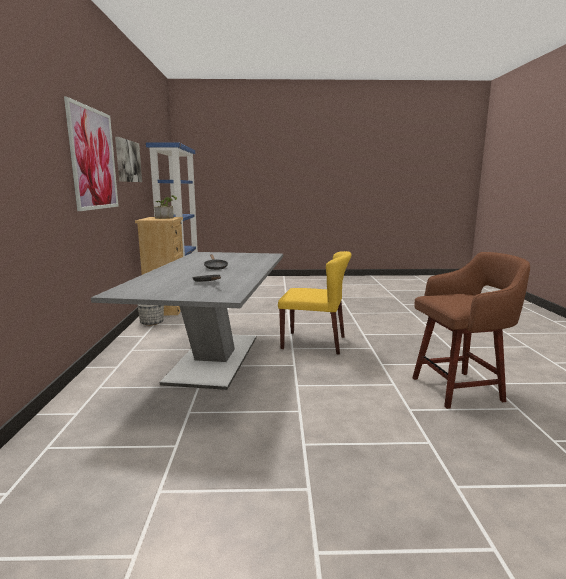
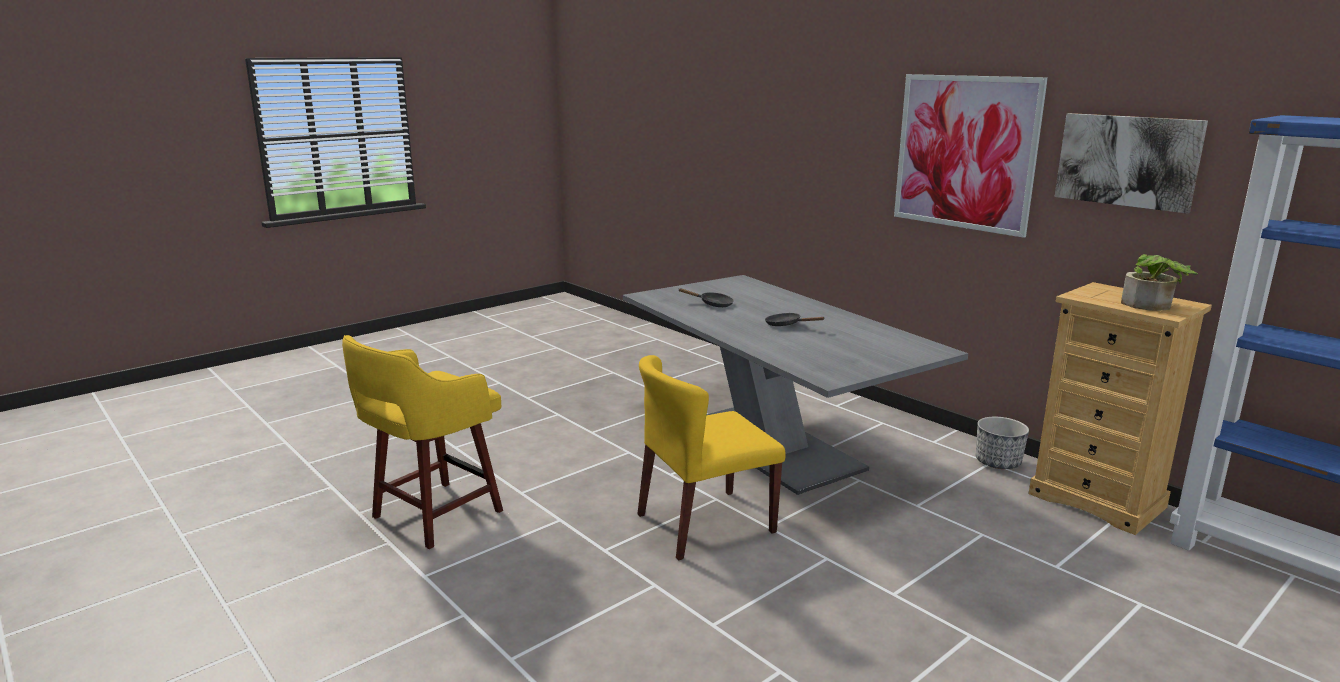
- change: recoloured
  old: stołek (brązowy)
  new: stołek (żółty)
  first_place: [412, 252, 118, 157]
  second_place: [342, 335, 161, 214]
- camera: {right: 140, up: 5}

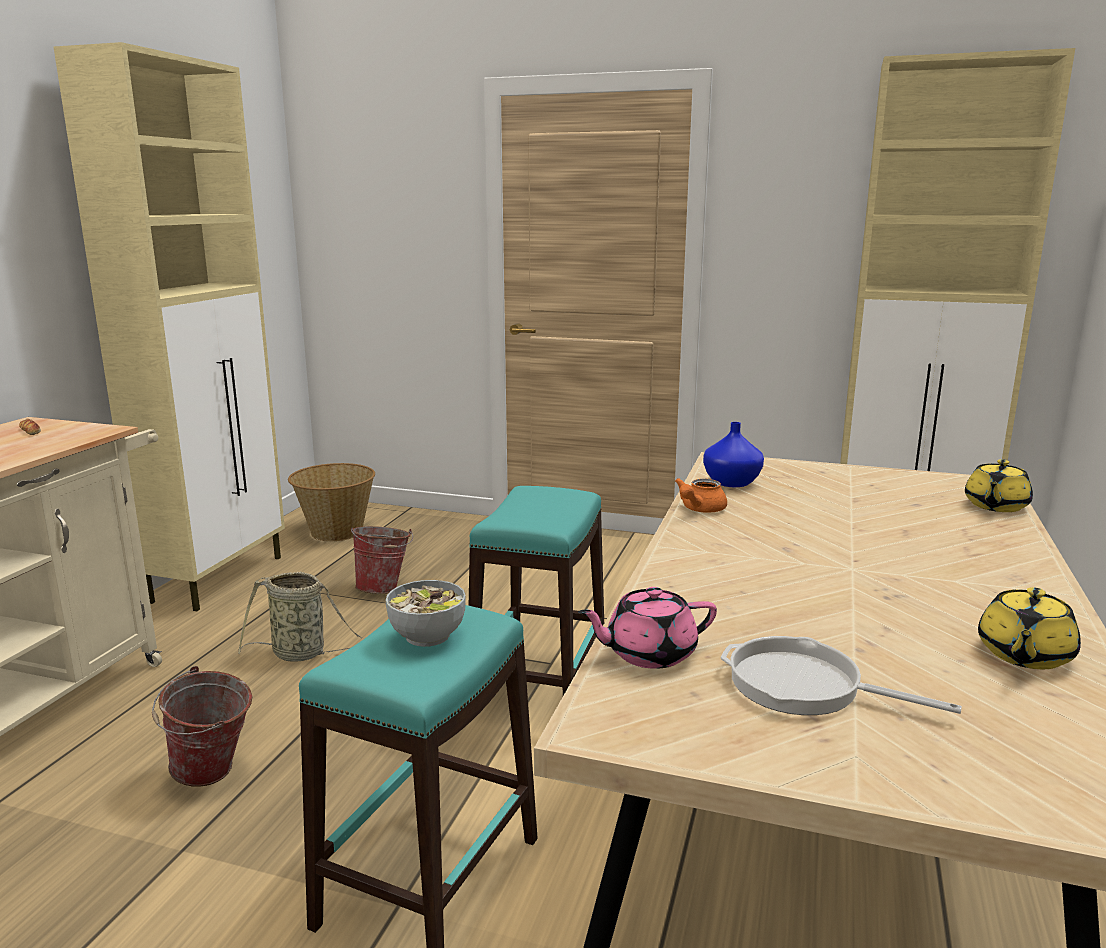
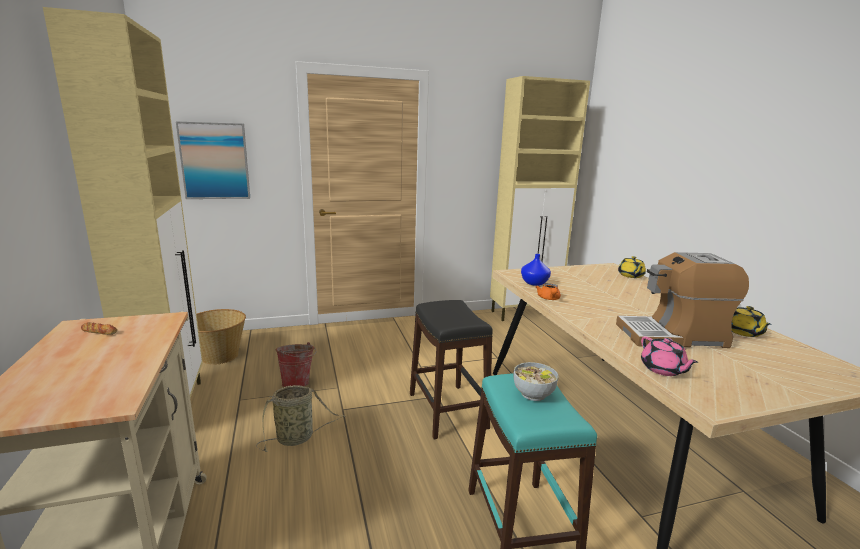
- change: recoloured
  old: stołek (turkusowy)
  new: stołek (czarny)
  first_place: [469, 486, 135, 210]
  second_place: [410, 300, 83, 139]
- change: turned
  old: imbryk (różowy)
  first_place: [578, 587, 139, 82]
  second_place: [641, 336, 58, 40]
  degrees: -60
- change: removed
  old: patelnia
  first_place: [720, 636, 242, 79]
- change: removed
  old: wiadro
  first_place: [152, 666, 100, 121]
- change: added
  new: obraz
  second_place: [176, 121, 74, 78]
- change: added
  new: ekspres do kawy
  second_place: [616, 252, 133, 96]
- camera: {right: -35, up: 0}

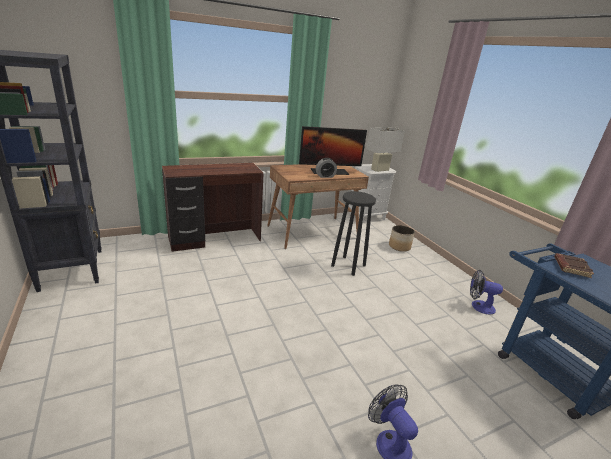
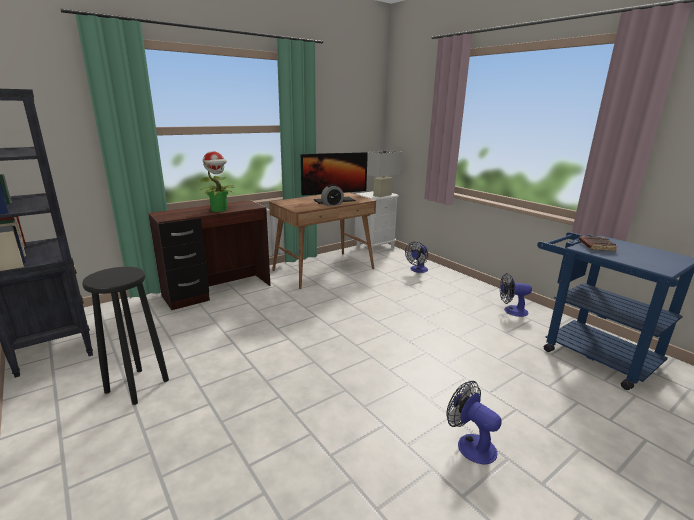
- change: moved
  old: stołek (czarny)
  first_place: [331, 191, 45, 85]
  second_place: [82, 267, 87, 138]
- change: replaced
  old: donica
  new: wentylator
  first_place: [389, 225, 26, 27]
  second_place: [405, 242, 23, 31]
- change: added
  new: roślina doniczkowa
  second_place: [198, 151, 36, 61]
- camera: {right: -10, up: -5}

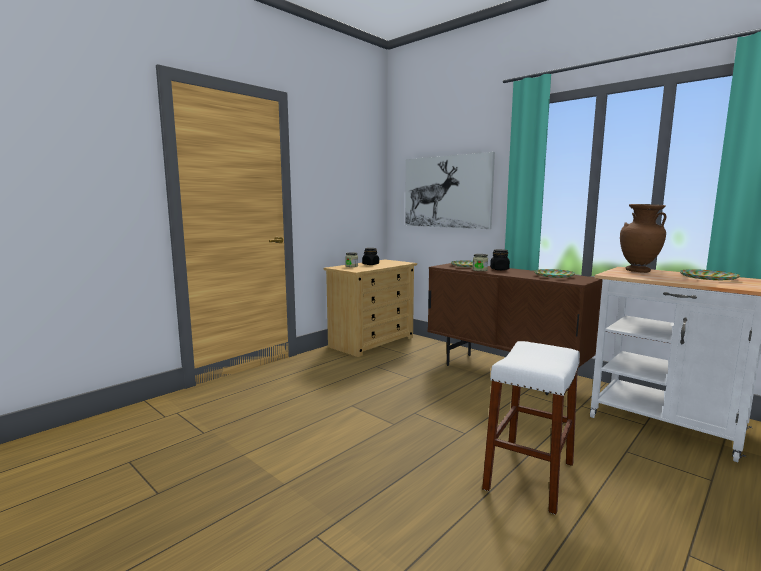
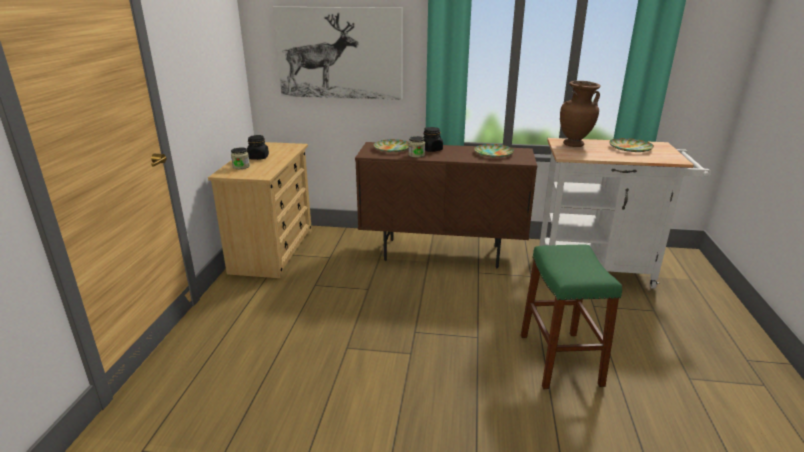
- change: recoloured
  old: stołek (biały)
  new: stołek (zielony)
  first_place: [482, 341, 98, 174]
  second_place: [521, 244, 101, 145]
- camera: {right: -35, up: 15}

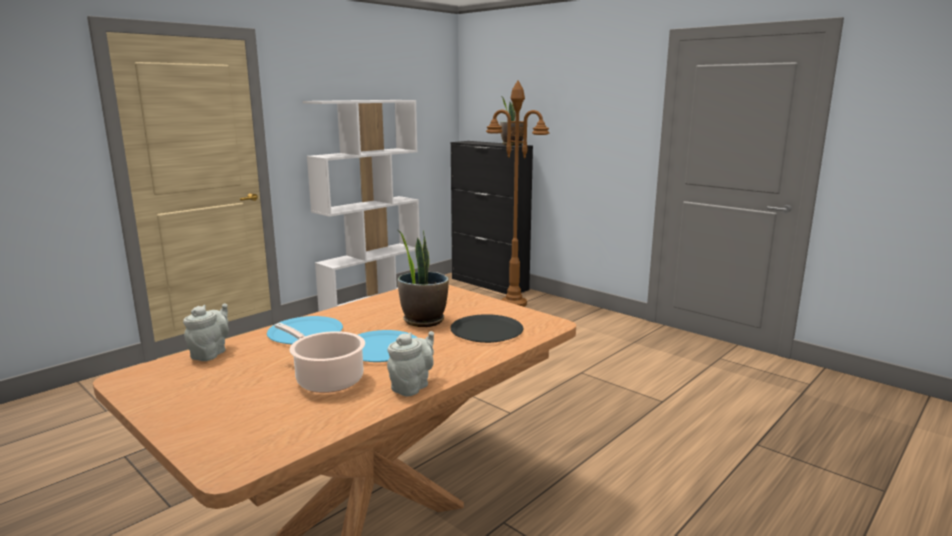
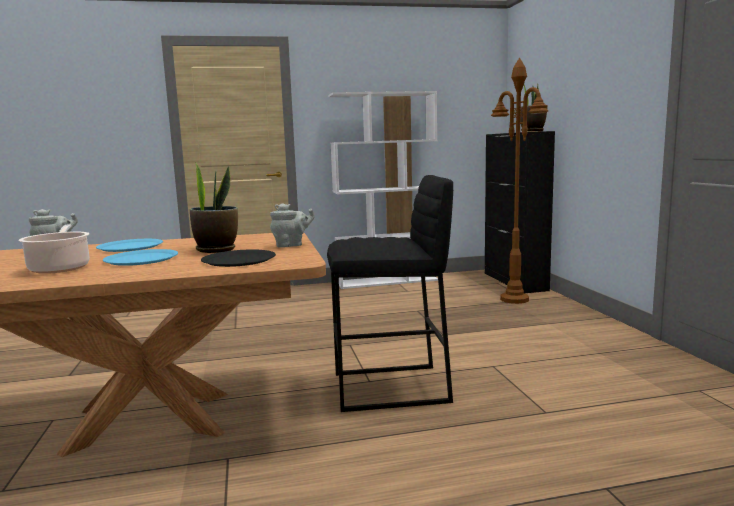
- change: moved
  old: imbryk (szary)
  first_place: [387, 331, 47, 66]
  second_place: [270, 203, 44, 45]
- change: added
  new: stołek (czarny)
  second_place: [327, 175, 126, 237]
- camera: {right: 35, up: -5}

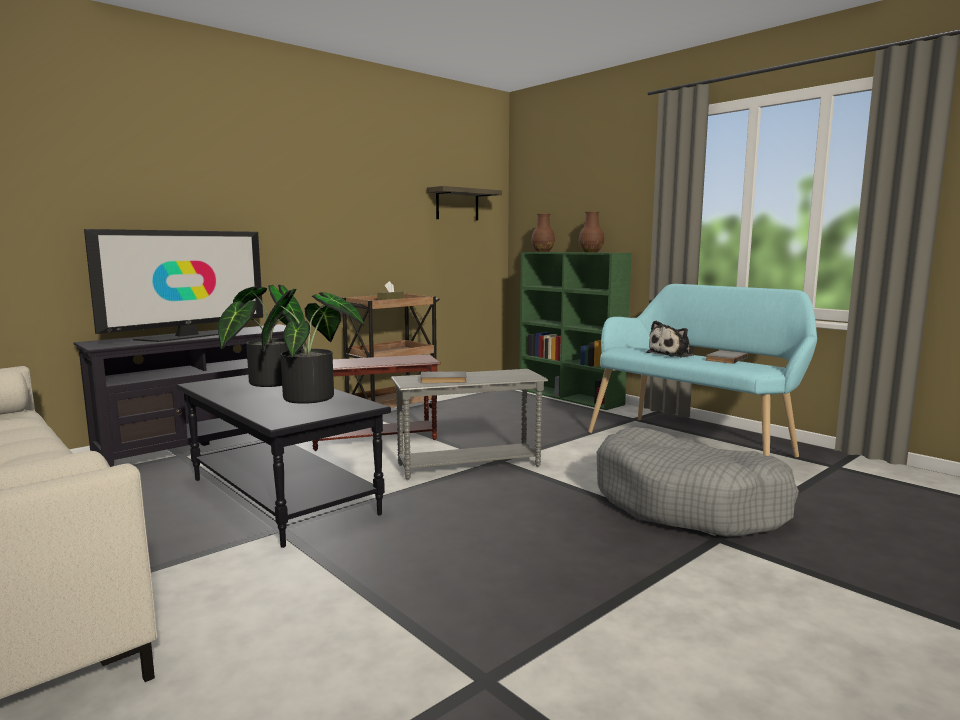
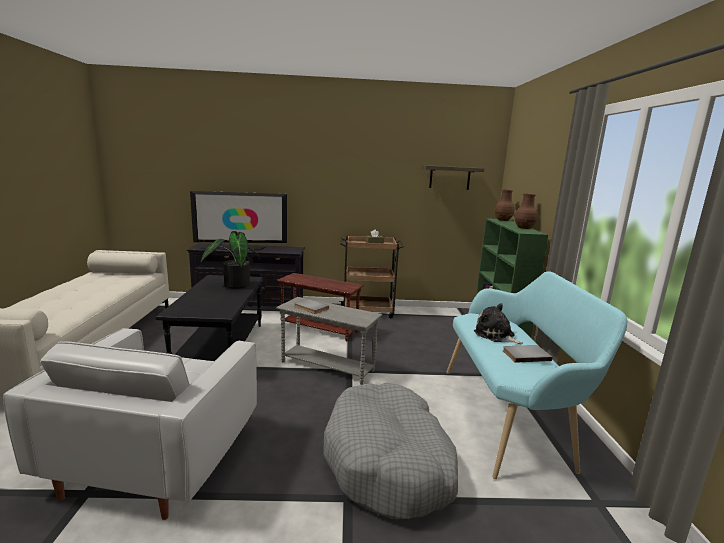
- change: removed
  old: roślina doniczkowa
  first_place: [261, 289, 104, 115]
- change: turned
  old: pluszak
  first_place: [646, 321, 48, 37]
  second_place: [474, 303, 49, 41]
  degrees: 45
- change: added
  new: fotel (biały)
  second_place: [3, 328, 254, 192]
- camera: {right: 40, up: 5}

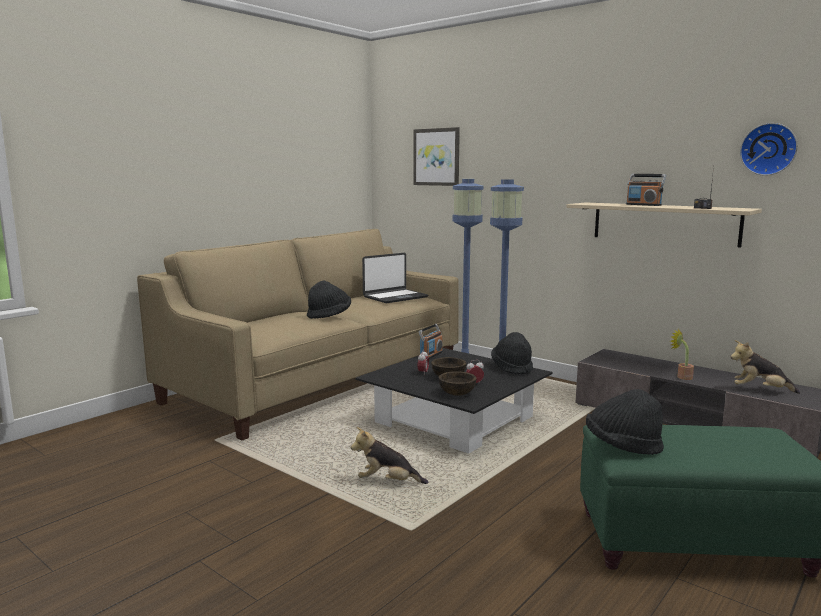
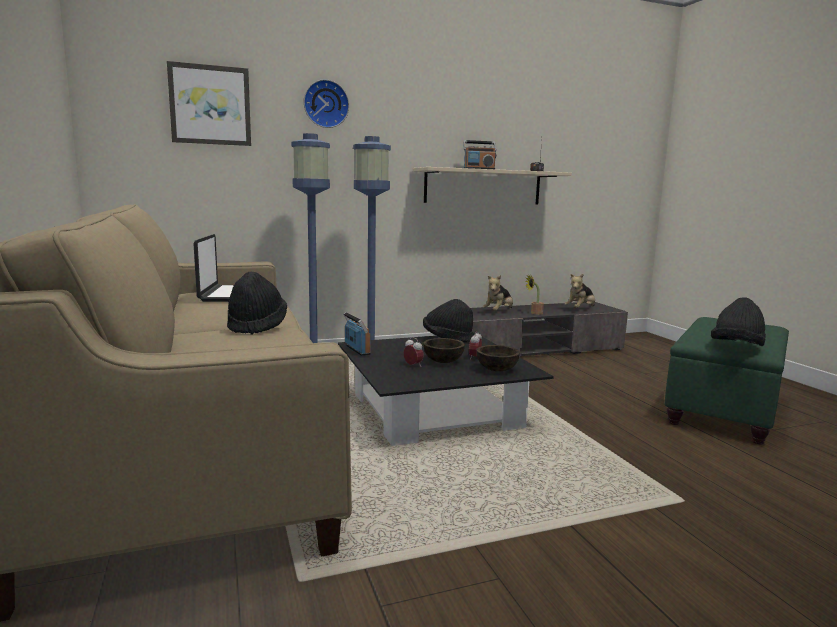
- change: moved
  old: zegar ścienny
  first_place: [740, 123, 58, 53]
  second_place: [304, 79, 45, 49]
- change: moved
  old: pluszak
  first_place: [351, 427, 78, 57]
  second_place: [482, 275, 31, 36]
- camera: {right: -60, up: 0}

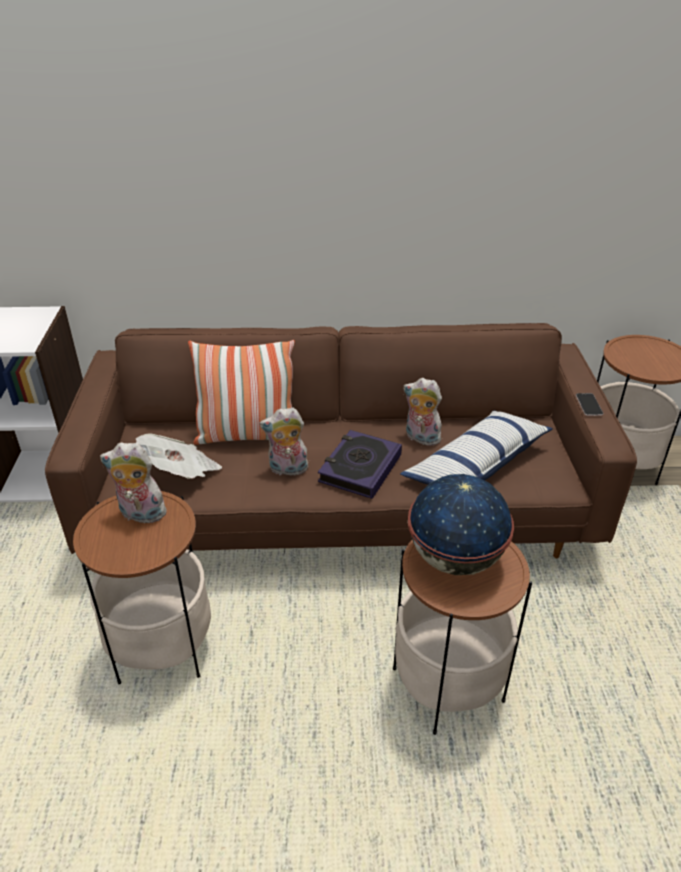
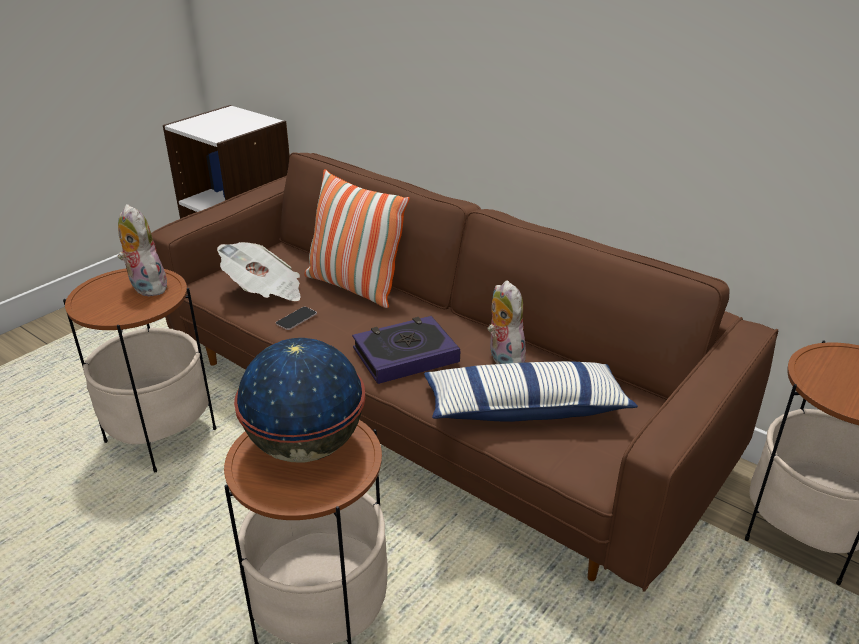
- change: moved
  old: telefon
  first_place: [576, 393, 27, 23]
  second_place: [276, 307, 41, 23]
- change: removed
  old: pluszak
  first_place: [259, 407, 50, 71]
- camera: {right: 40, up: -5}

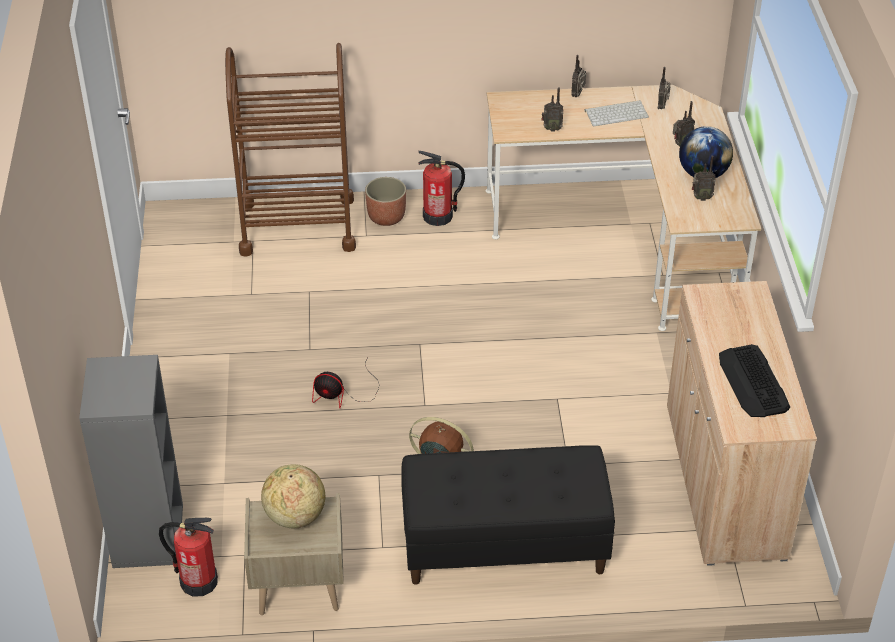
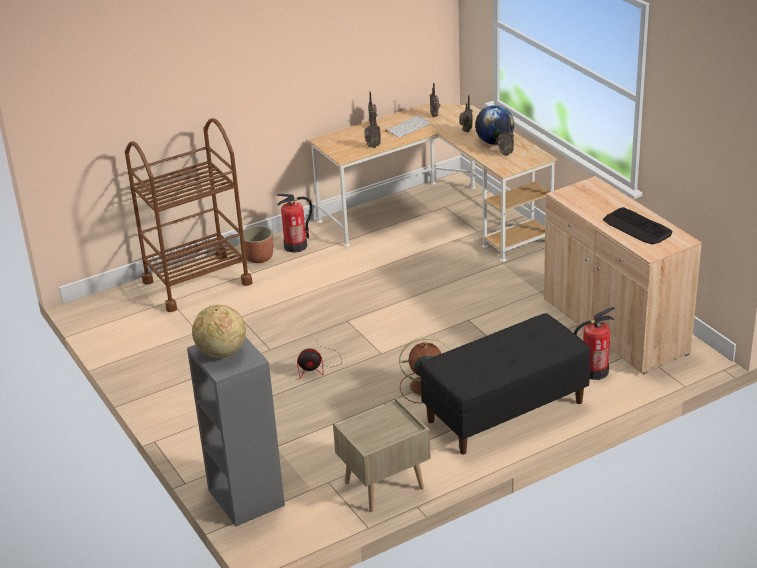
- change: moved
  old: globus
  first_place: [261, 464, 64, 64]
  second_place: [192, 305, 54, 53]
- change: moved
  old: gaśnica
  first_place: [159, 518, 59, 79]
  second_place: [574, 307, 40, 73]
- camera: {right: -25, up: -10}

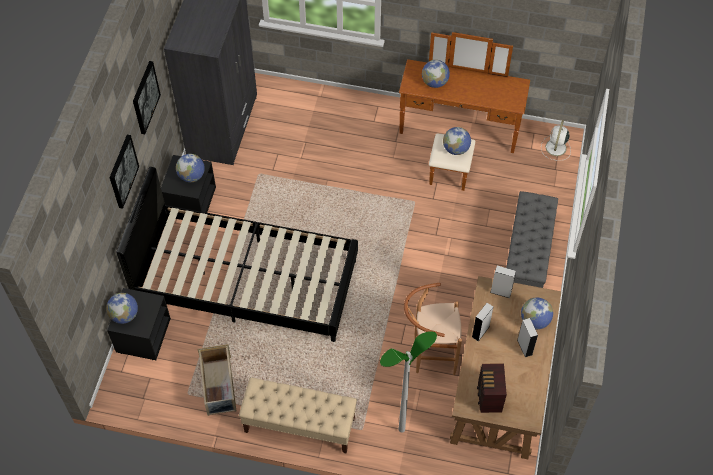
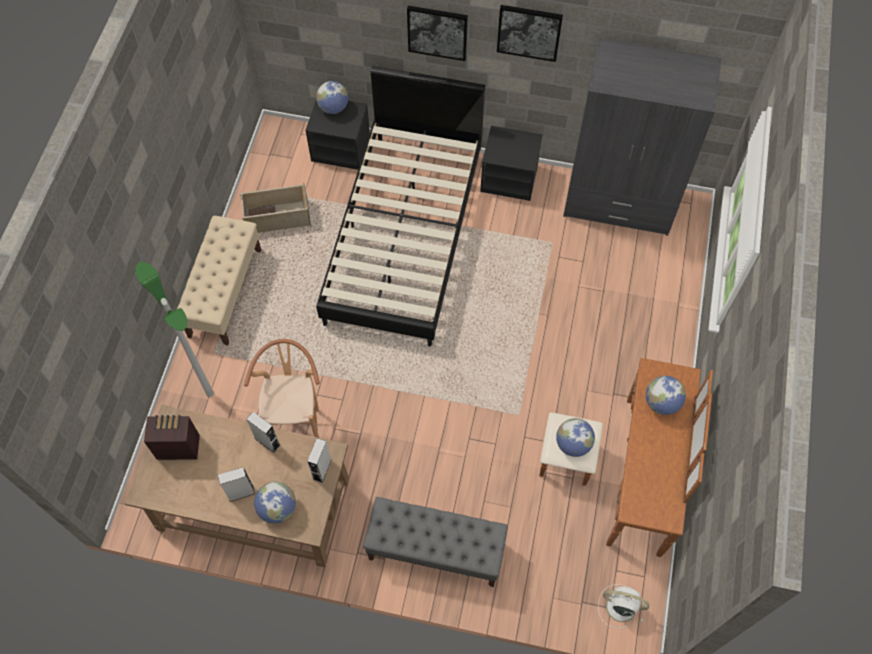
- change: removed
  old: globus
  first_place: [176, 154, 29, 28]
- camera: {right: 90, up: 5}

